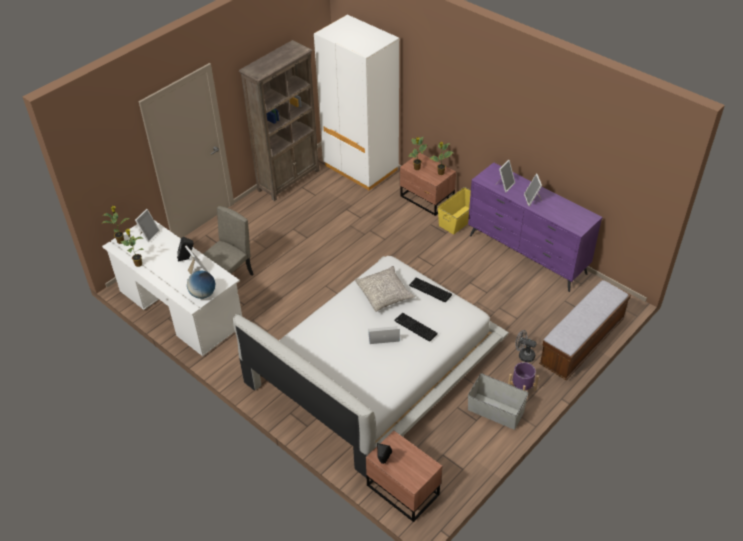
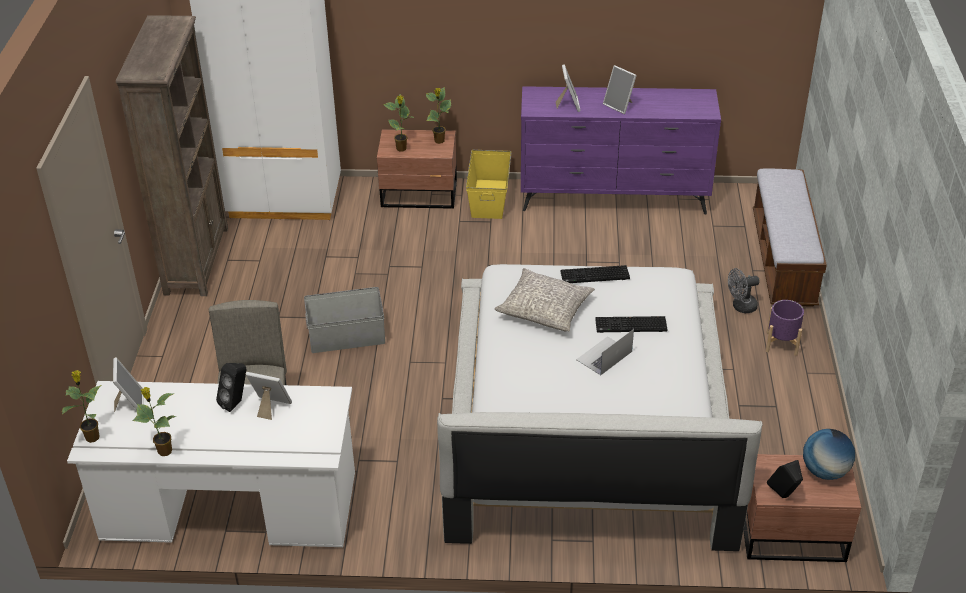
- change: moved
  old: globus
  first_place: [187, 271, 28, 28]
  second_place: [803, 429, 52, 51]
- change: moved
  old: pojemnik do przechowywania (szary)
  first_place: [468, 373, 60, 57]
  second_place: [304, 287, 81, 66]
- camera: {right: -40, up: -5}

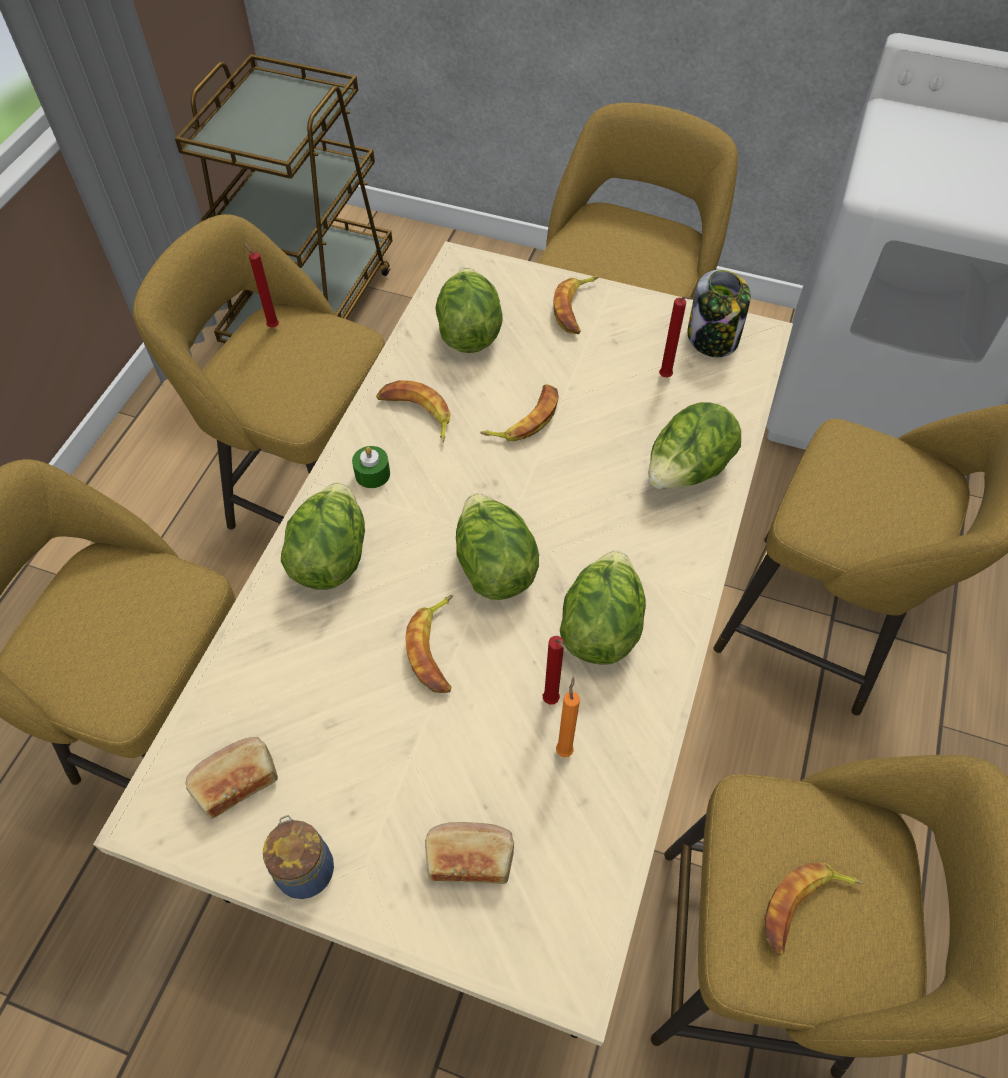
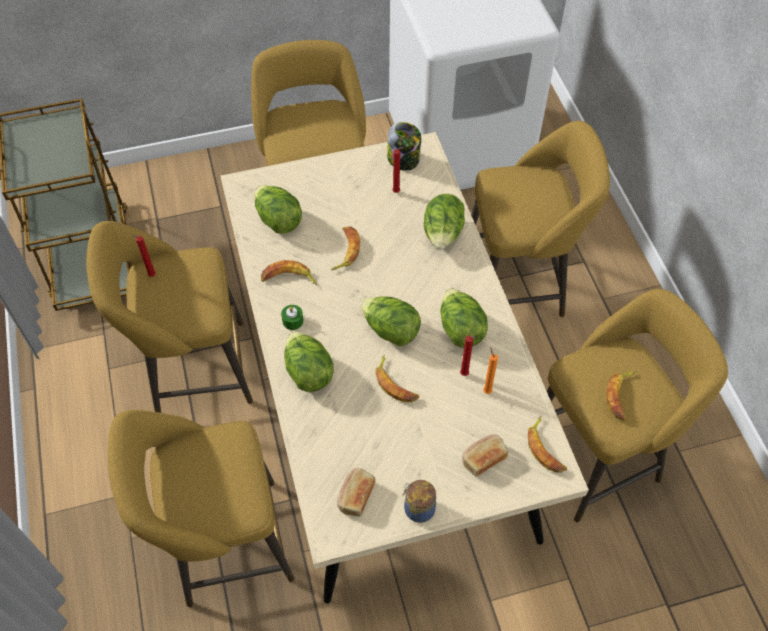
- change: moved
  old: banan
  first_place: [553, 276, 46, 58]
  second_place: [528, 416, 39, 57]
- camera: {right: -35, up: 0}

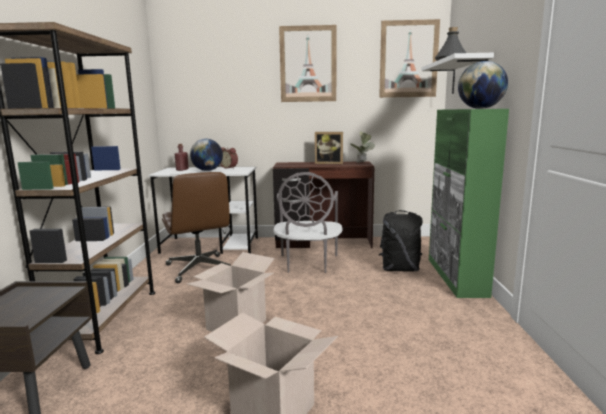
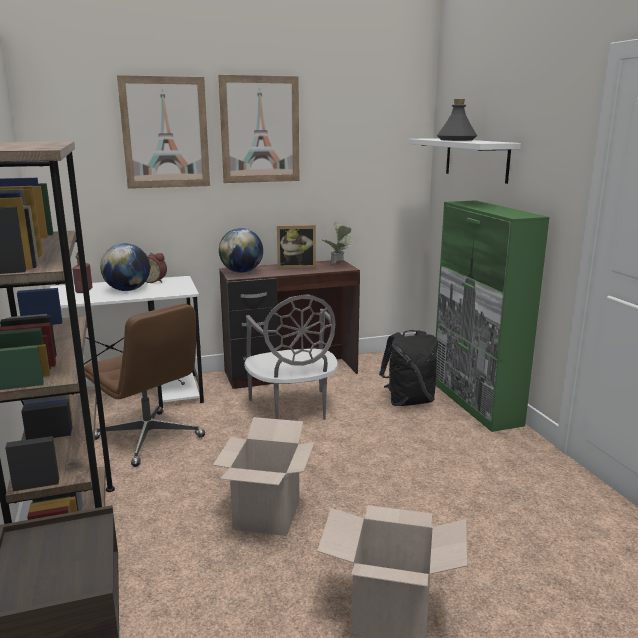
- change: moved
  old: obraz
  first_place: [379, 19, 61, 79]
  second_place: [117, 75, 93, 114]
- change: moved
  old: globus
  first_place: [458, 61, 50, 48]
  second_place: [219, 228, 44, 45]
- camera: {right: -20, up: 5}

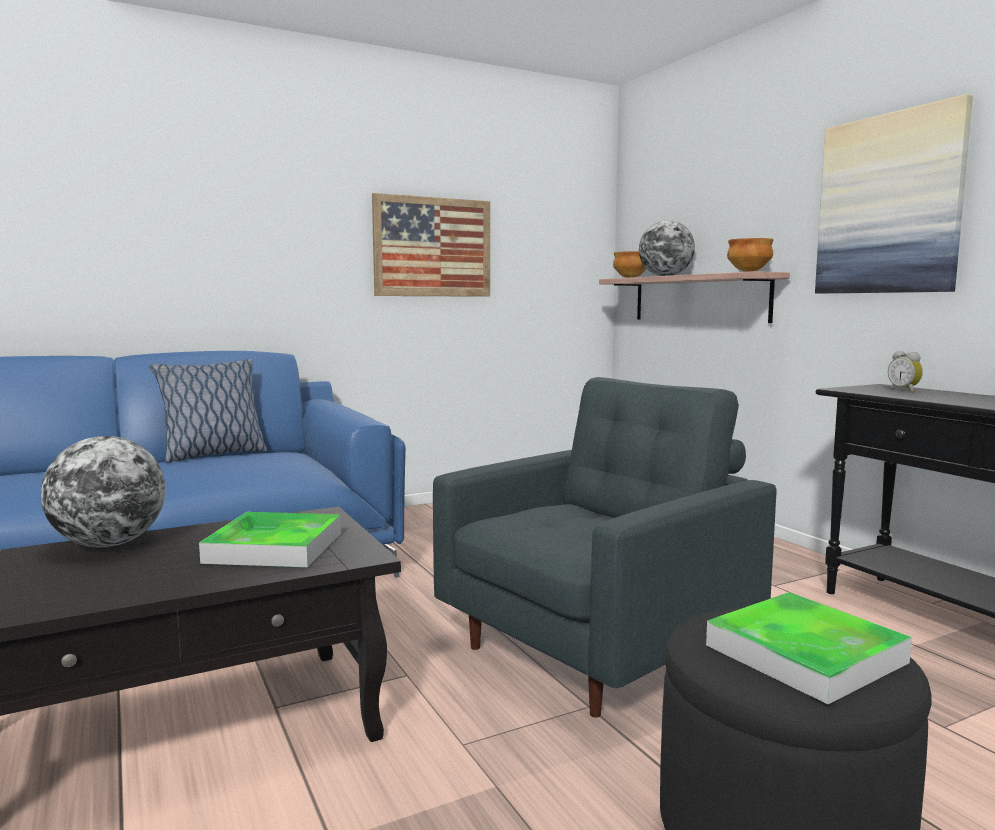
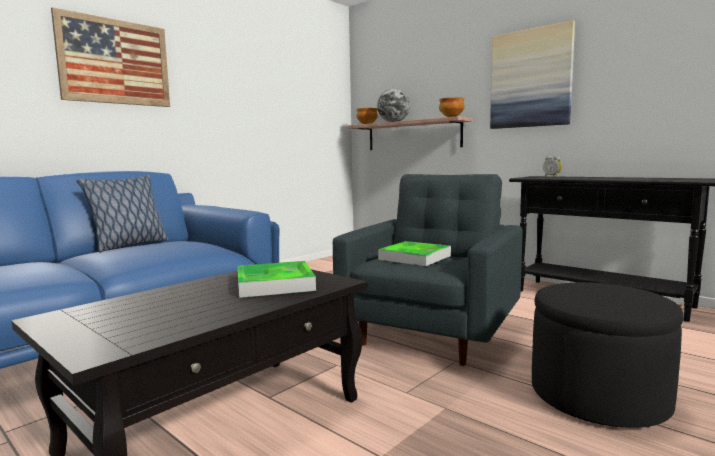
- change: moved
  old: obraz
  first_place: [372, 193, 118, 104]
  second_place: [51, 7, 119, 100]
- change: removed
  old: globus
  first_place: [41, 436, 124, 111]
- change: moved
  old: taca
  first_place: [706, 592, 206, 112]
  second_place: [378, 241, 73, 25]
- camera: {right: -20, up: 0}

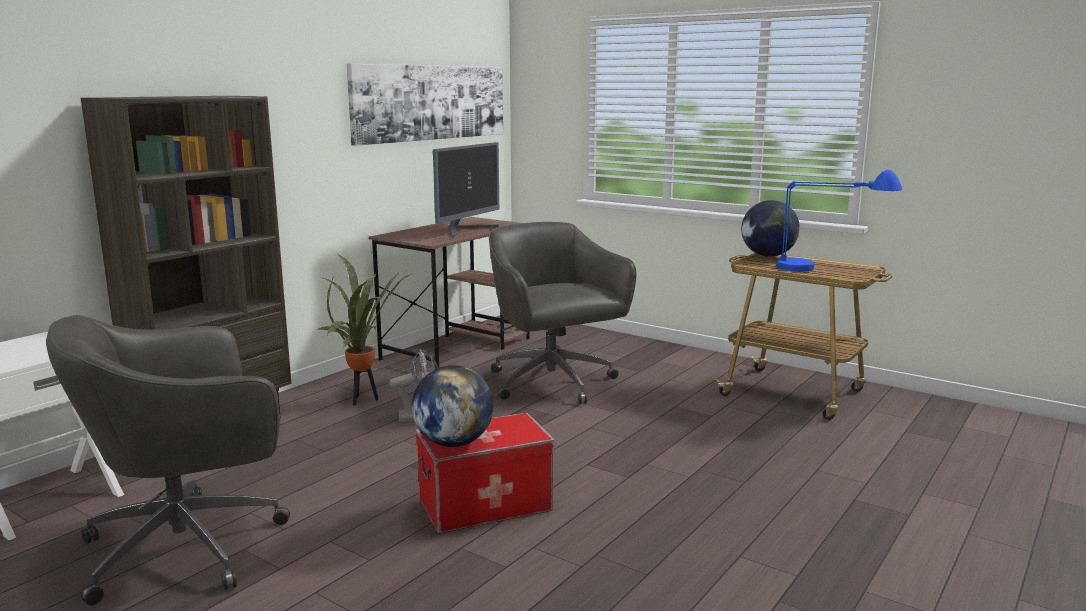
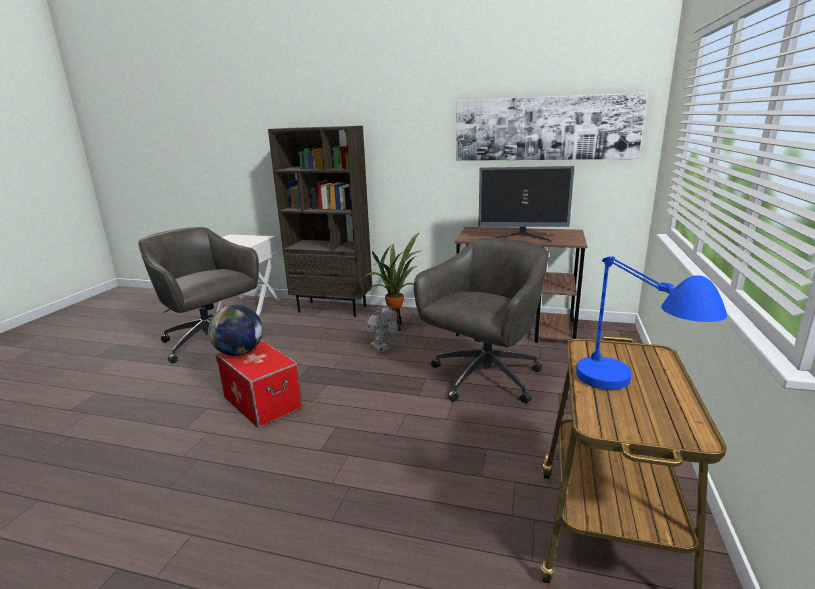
- change: removed
  old: globus
  first_place: [741, 200, 59, 57]
- camera: {right: 70, up: 5}

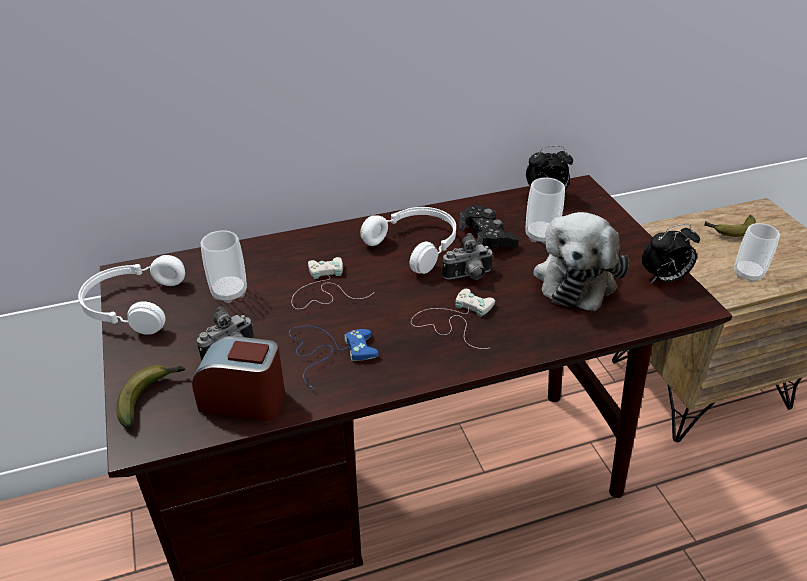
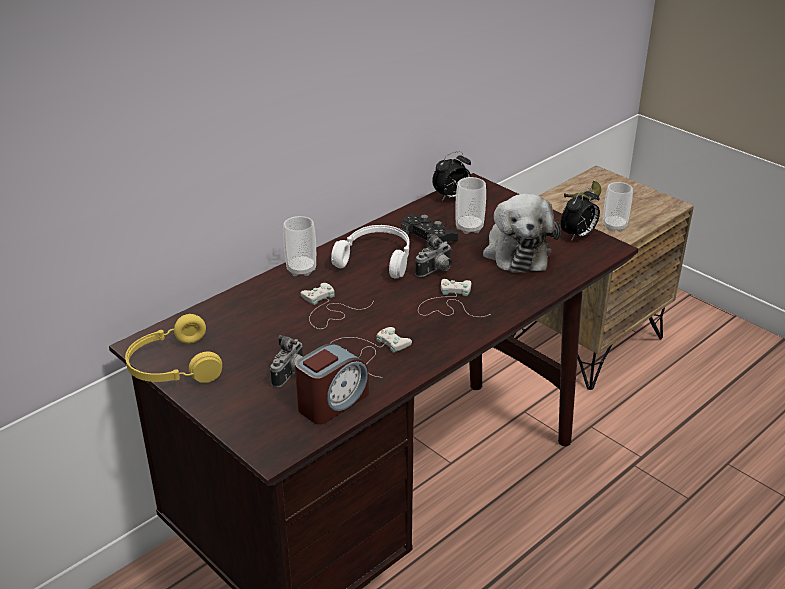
- change: moved
  old: filiżanka
  first_place: [201, 230, 46, 73]
  second_place: [283, 216, 33, 60]
- change: recoloured
  old: słuchawki (biały)
  new: słuchawki (żółty)
  first_place: [78, 255, 107, 80]
  second_place: [125, 314, 97, 69]
- change: recoloured
  old: pad do gier (niebieski)
  new: pad do gier (biały)
  first_place: [289, 326, 89, 62]
  second_place: [331, 327, 81, 51]
- change: turned
  old: budzik
  first_place: [192, 336, 93, 85]
  second_place: [295, 343, 74, 81]
  degrees: 150
- change: removed
  old: banan
  first_place: [116, 365, 69, 64]
- camera: {right: -25, up: -5}

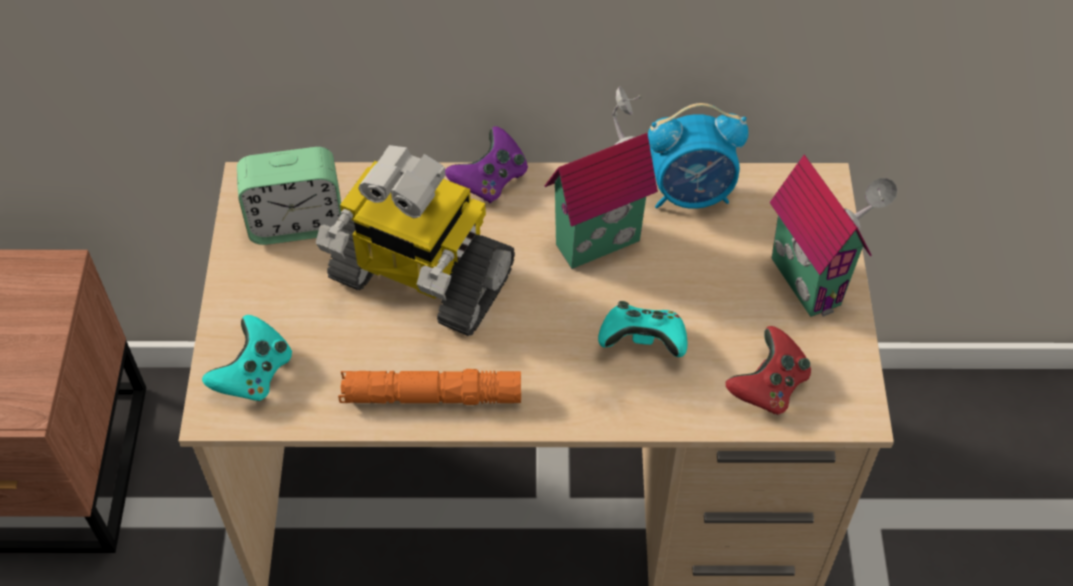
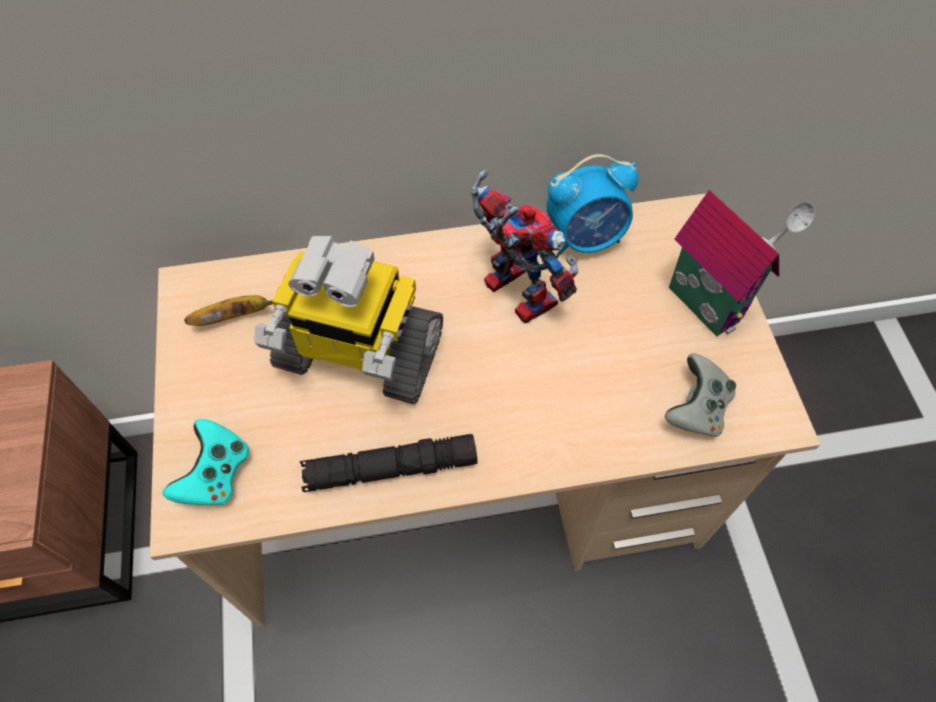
- change: replaced
  old: domek
  new: robot zabawkowy
  first_place: [545, 86, 113, 183]
  second_place: [471, 170, 107, 154]
- change: removed
  old: pad do gier (fioletowy)
  first_place: [445, 126, 83, 77]
- change: replaced
  old: budzik
  new: banan
  first_place: [237, 147, 104, 98]
  second_place: [184, 295, 89, 31]
- change: removed
  old: pad do gier (turkusowy)
  first_place: [598, 301, 89, 56]
- change: recoloured
  old: pad do gier (czerwony)
  new: pad do gier (szary)
  first_place: [725, 326, 86, 89]
  second_place: [665, 353, 71, 84]
- change: recoloured
  old: latarka (pomarańczowy)
  new: latarka (czarny)
  first_place: [338, 369, 183, 36]
  second_place: [300, 434, 178, 58]
- camera: {right: -10, up: 5}

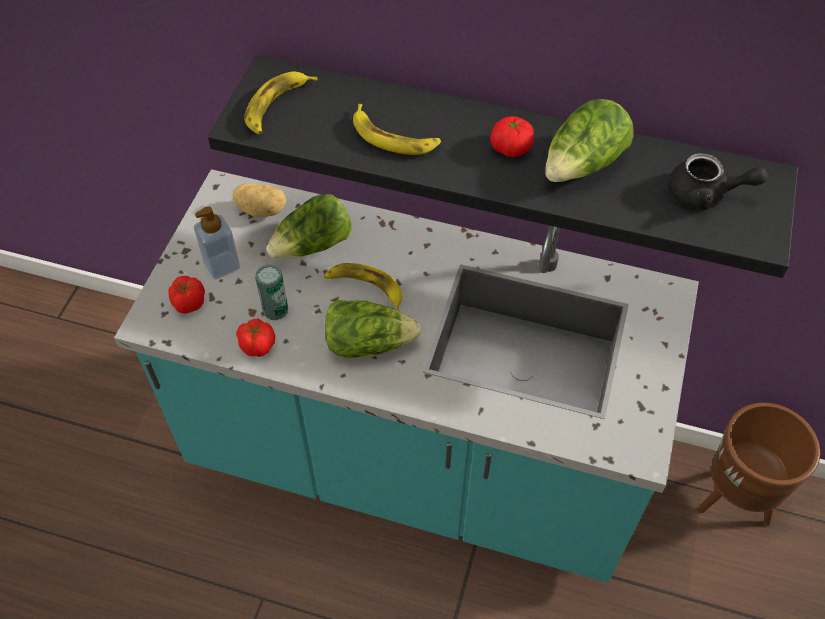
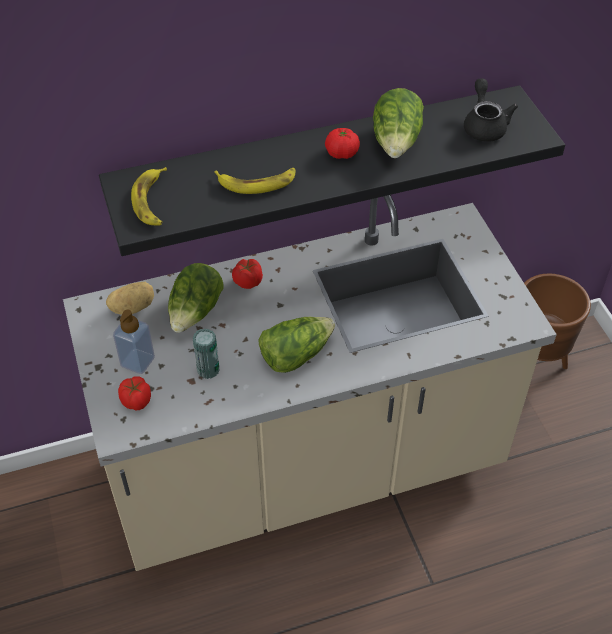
- change: turned
  old: imbryk (czarny)
  first_place: [668, 153, 100, 57]
  second_place: [464, 78, 54, 64]
  degrees: -75
- change: recoloured
  old: zabudowa kuchenna (turkusowy)
  new: zabudowa kuchenna (beżowy)
  first_place: [114, 169, 585, 414]
  second_place: [63, 195, 494, 376]
- change: removed
  old: banan
  first_place: [324, 263, 78, 48]
- change: moved
  old: pomidor
  first_place: [236, 319, 39, 38]
  second_place: [232, 259, 31, 30]
- camera: {right: -35, up: -5}

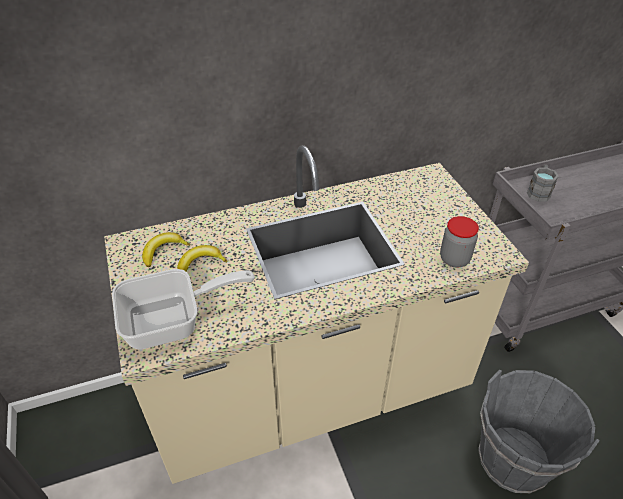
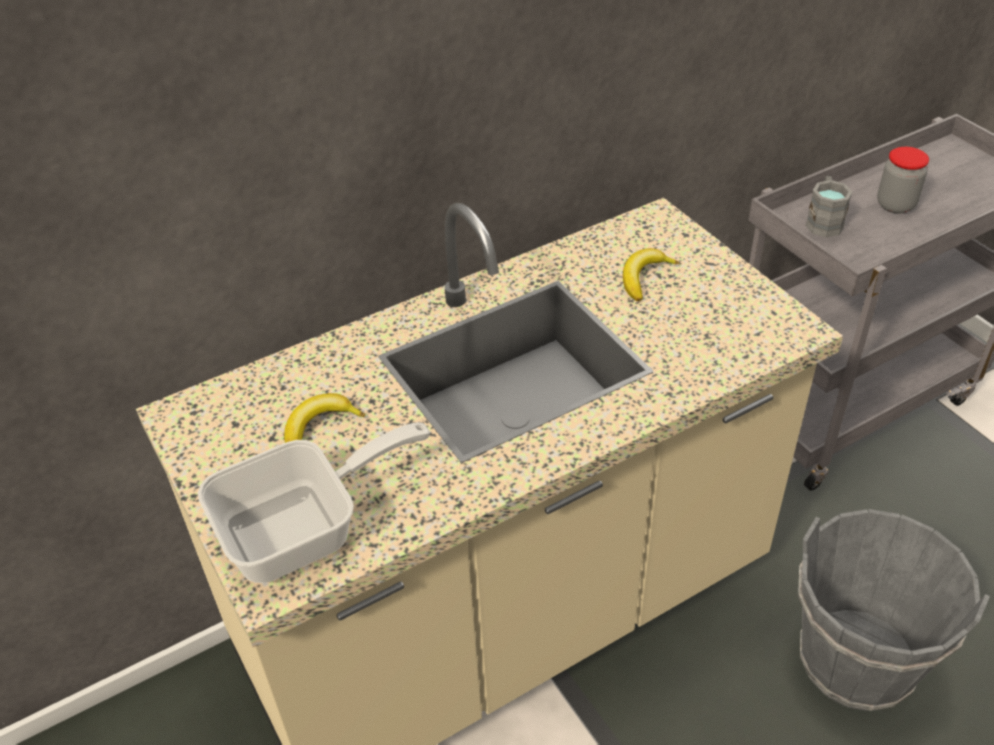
- change: moved
  old: słoik
  first_place: [440, 216, 39, 51]
  second_place: [877, 147, 52, 67]
- change: moved
  old: banan
  first_place: [142, 232, 48, 35]
  second_place: [623, 248, 57, 53]
- camera: {right: -10, up: 0}

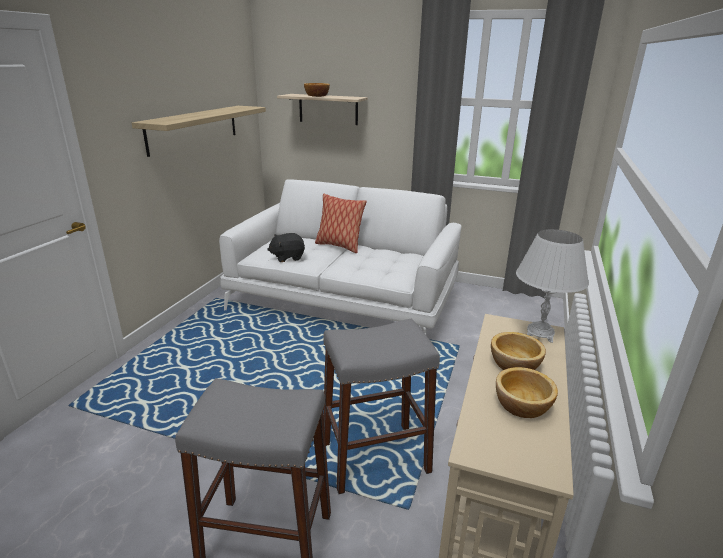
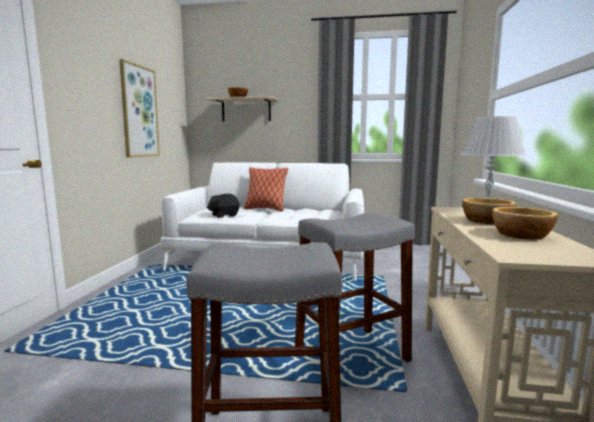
- change: replaced
  old: półka
  new: obraz
  first_place: [132, 106, 134, 51]
  second_place: [119, 59, 41, 98]
- camera: {right: -10, up: -15}

